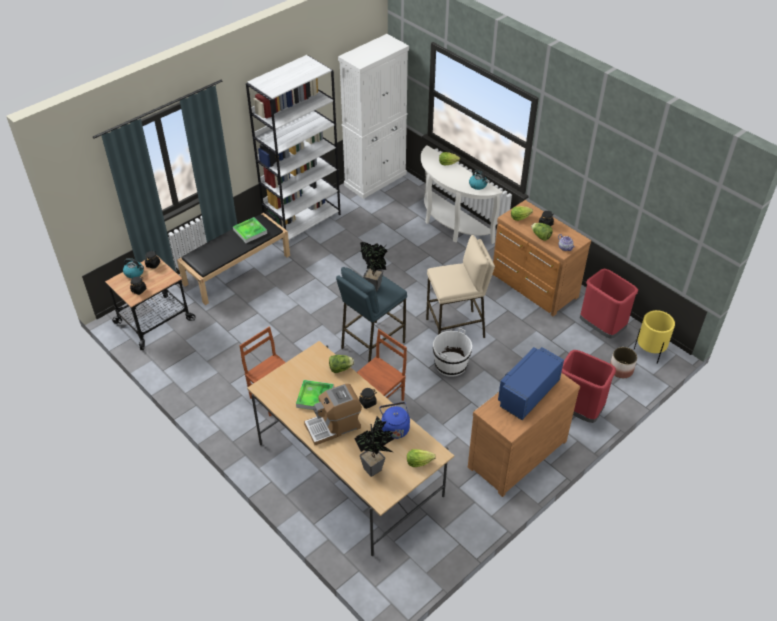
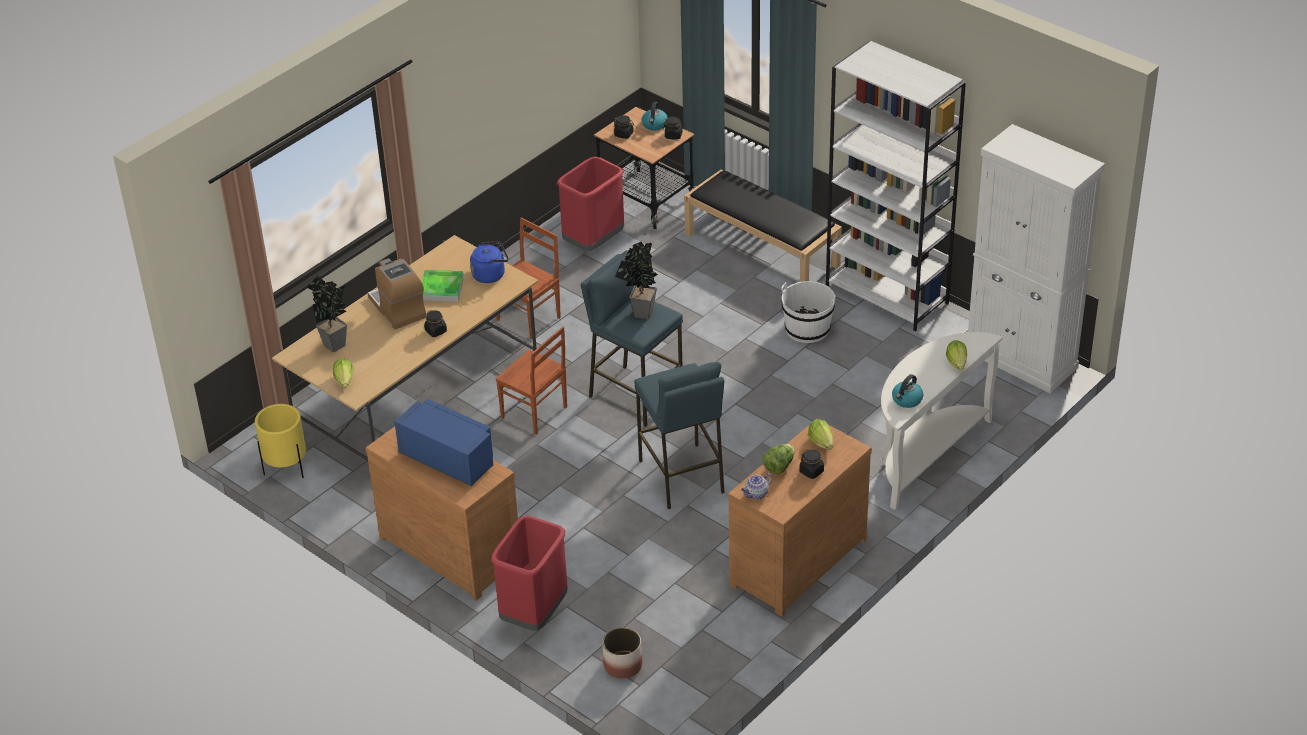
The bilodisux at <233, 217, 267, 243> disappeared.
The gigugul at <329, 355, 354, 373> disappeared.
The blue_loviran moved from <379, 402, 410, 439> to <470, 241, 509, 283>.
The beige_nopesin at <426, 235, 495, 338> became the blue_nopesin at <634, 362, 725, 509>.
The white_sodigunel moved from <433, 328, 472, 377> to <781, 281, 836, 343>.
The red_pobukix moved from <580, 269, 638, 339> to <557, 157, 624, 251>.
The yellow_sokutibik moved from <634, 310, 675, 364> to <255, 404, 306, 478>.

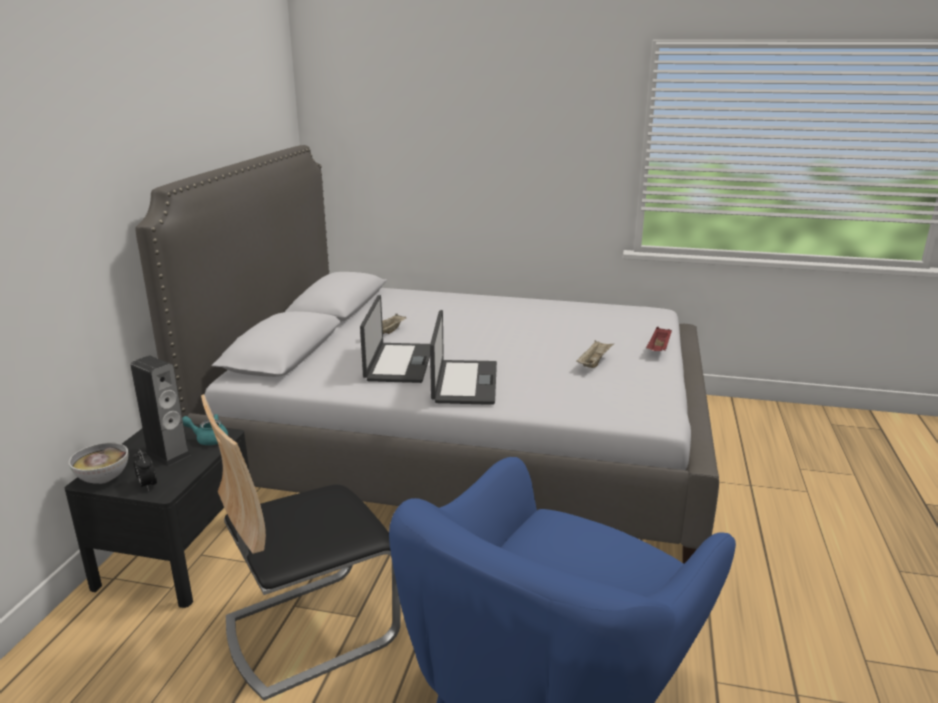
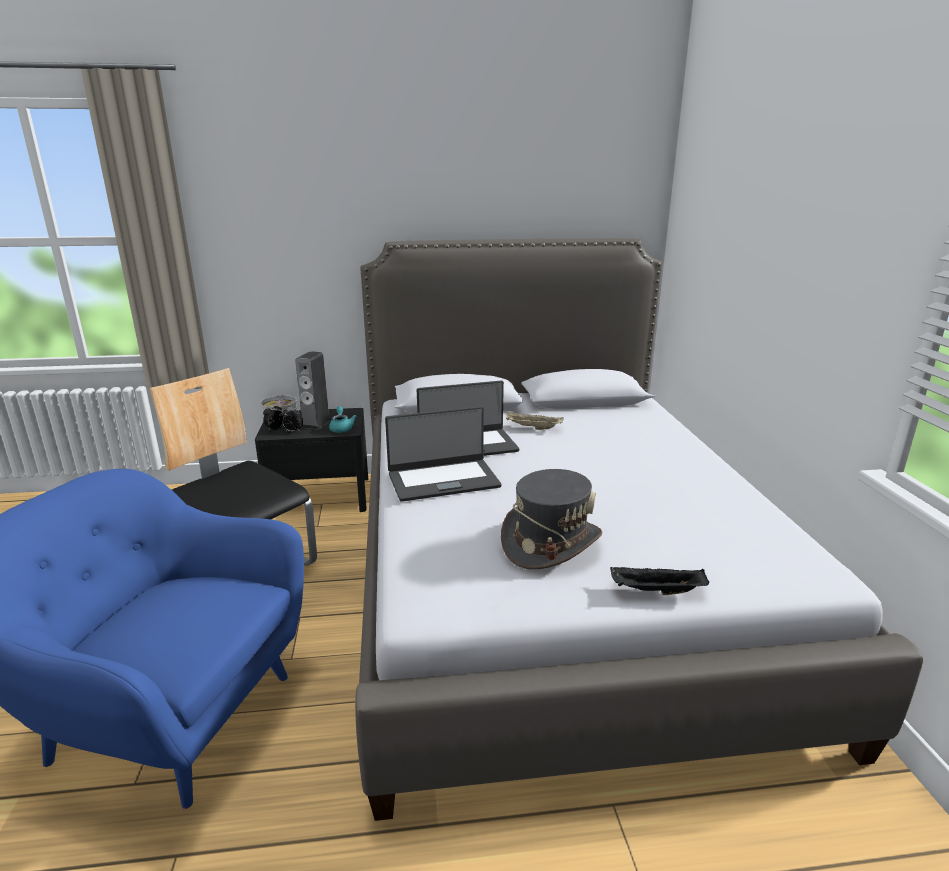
The beige_bilodisux at <577, 340, 614, 368> was replaced by the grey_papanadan at <501, 469, 603, 570>.
The red_bilodisux at <646, 327, 672, 351> became the black_bilodisux at <610, 566, 709, 595>.
The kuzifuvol at <280, 406, 303, 432> appeared.

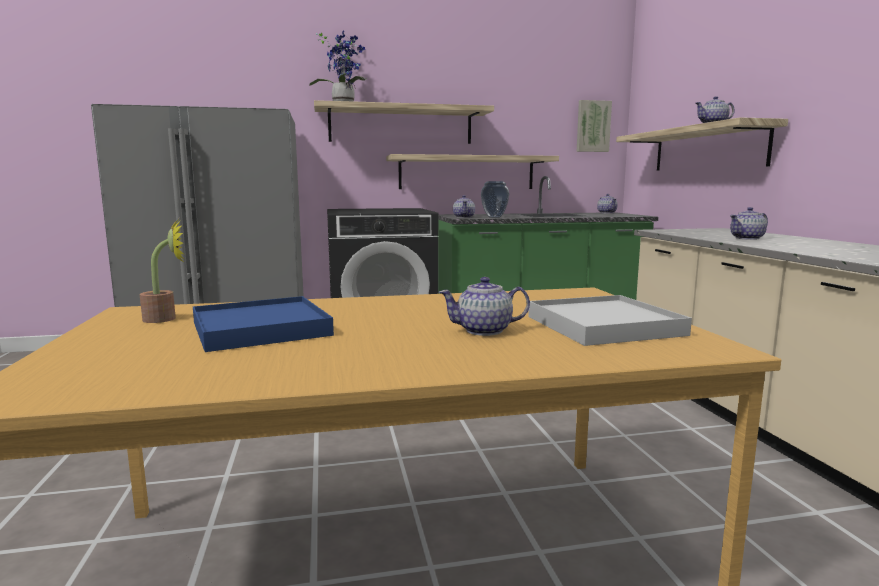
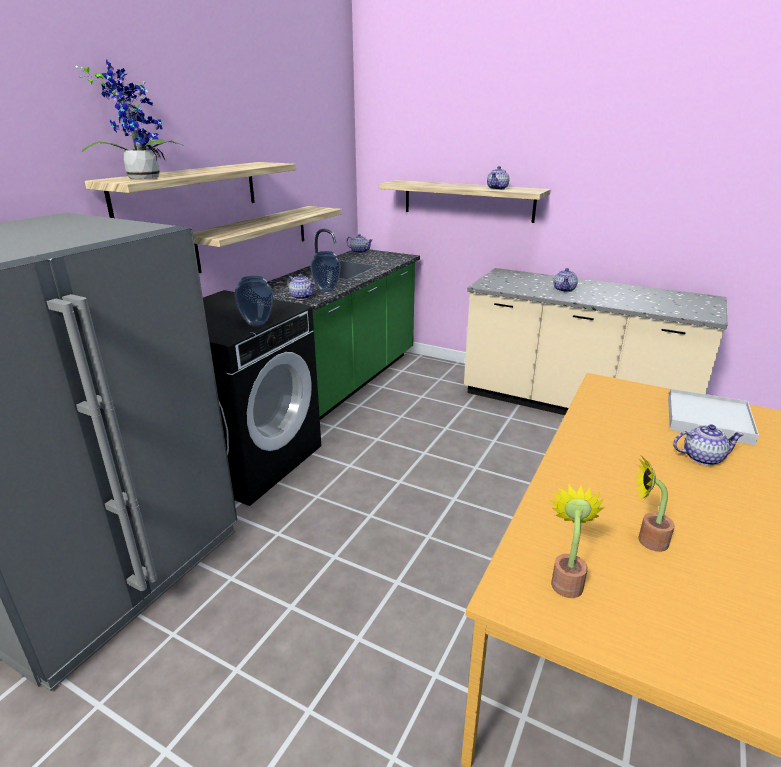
The blue_bilodisux at <193, 296, 334, 352> was replaced by the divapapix at <635, 457, 675, 552>.
The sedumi at <439, 277, 530, 336> turned 120 degrees counterclockwise.
The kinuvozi at <577, 100, 612, 152> disappeared.
The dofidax at <234, 276, 273, 326> appeared.

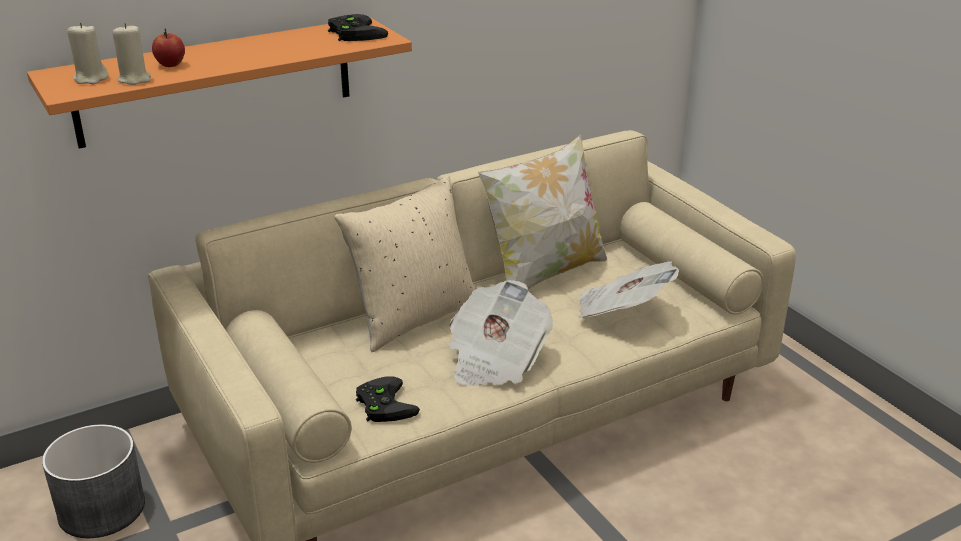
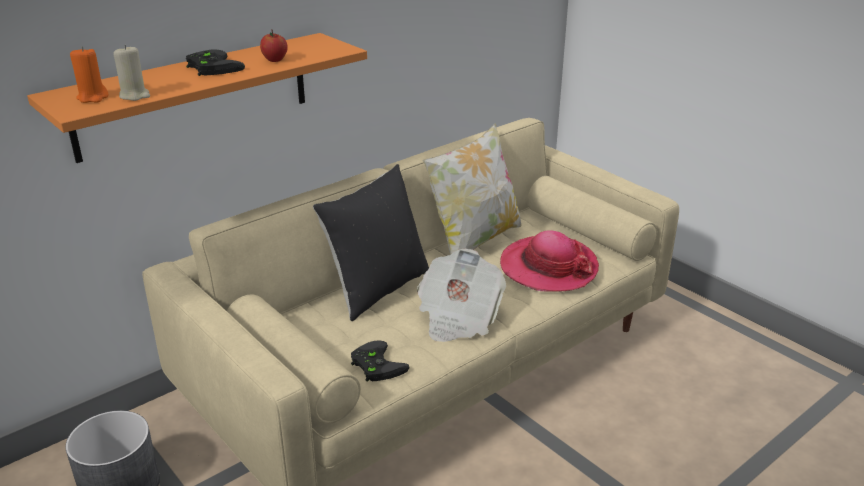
The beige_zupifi at <67, 23, 108, 84> became the orange_zupifi at <70, 46, 109, 103>.
The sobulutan moved from <152, 29, 185, 67> to <260, 29, 288, 62>.
The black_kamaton moved from <328, 14, 388, 41> to <186, 49, 245, 76>.
The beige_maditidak at <334, 175, 476, 352> became the black_maditidak at <313, 164, 429, 321>.
The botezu at <579, 261, 679, 318> was replaced by the papanadan at <500, 230, 599, 292>.

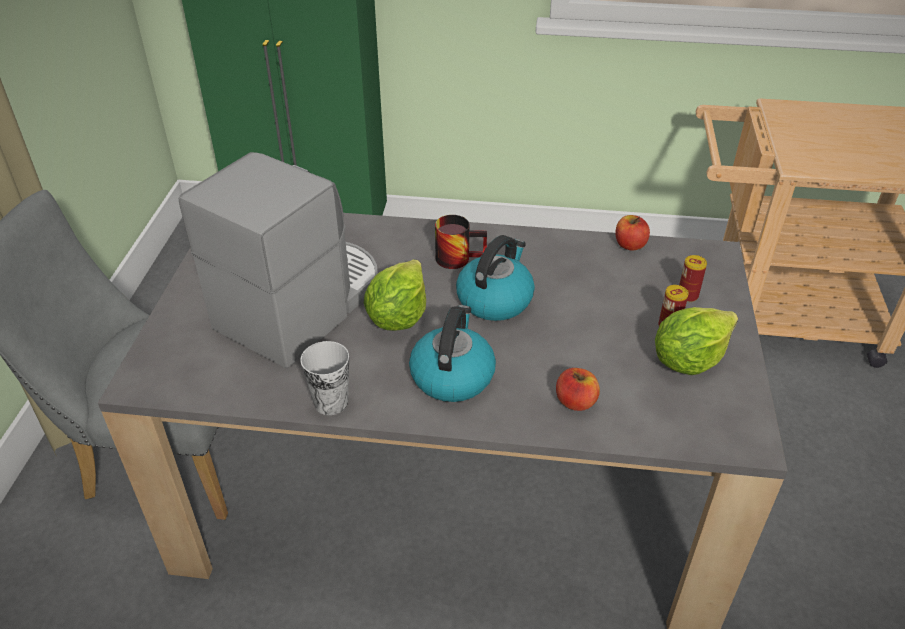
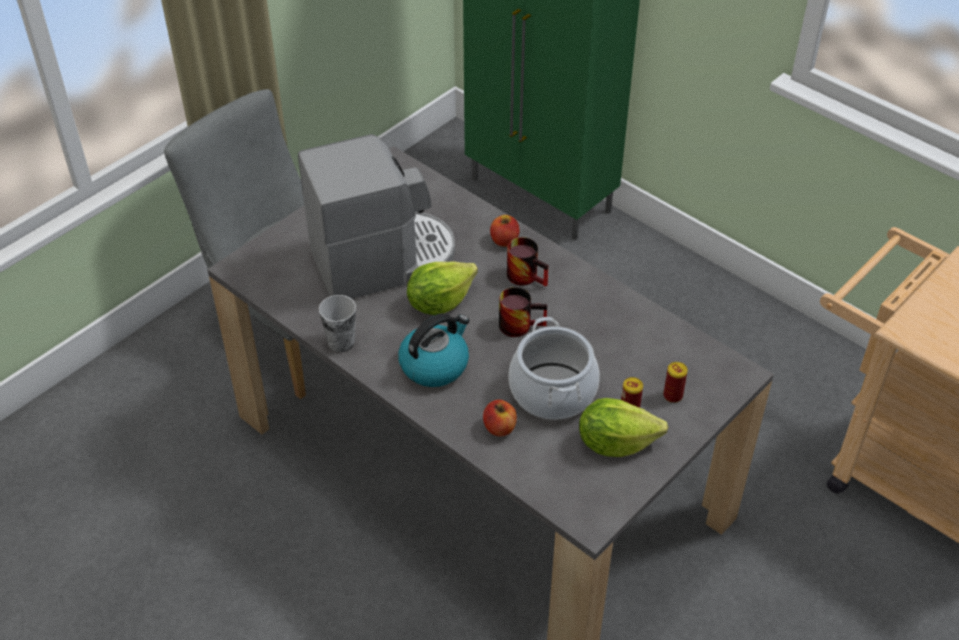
The loviran at <456, 235, 535, 321> was replaced by the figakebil at <499, 287, 547, 337>.
The sobulutan moved from <615, 215, 650, 251> to <490, 215, 519, 247>.
The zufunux at <508, 317, 600, 420> appeared.

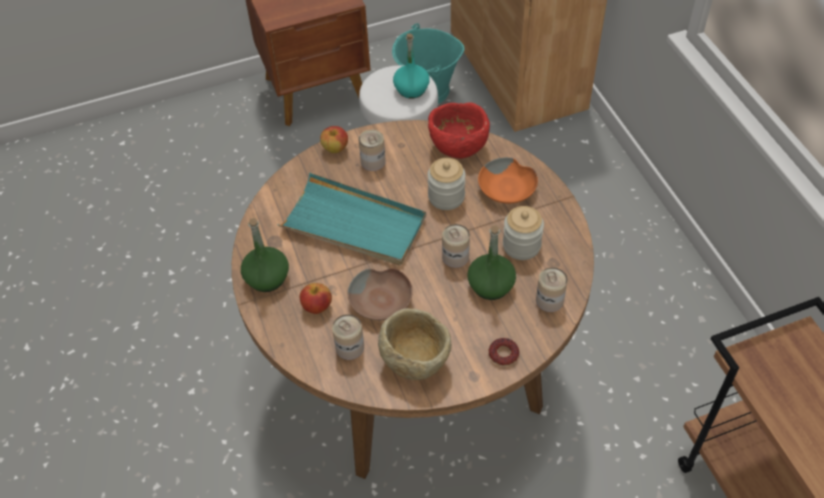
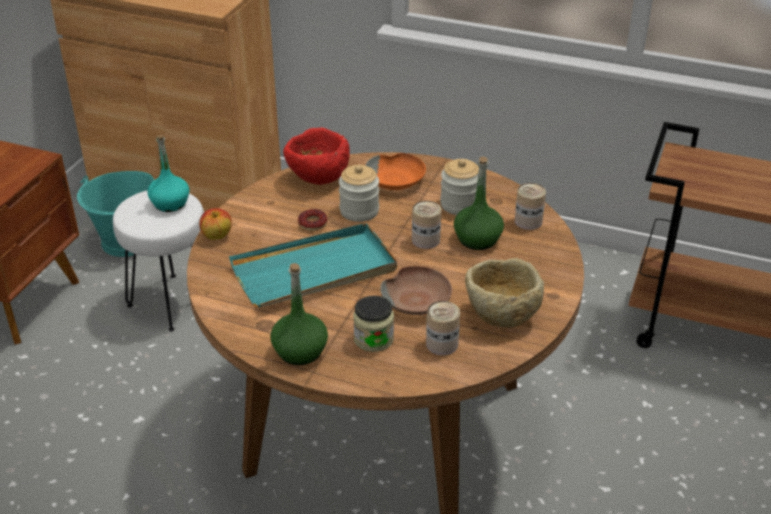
The sobulutan at <300, 283, 332, 314> was replaced by the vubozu at <353, 296, 394, 352>.
The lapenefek at <359, 130, 386, 171> disappeared.
The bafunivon moved from <488, 338, 519, 366> to <298, 209, 327, 231>.

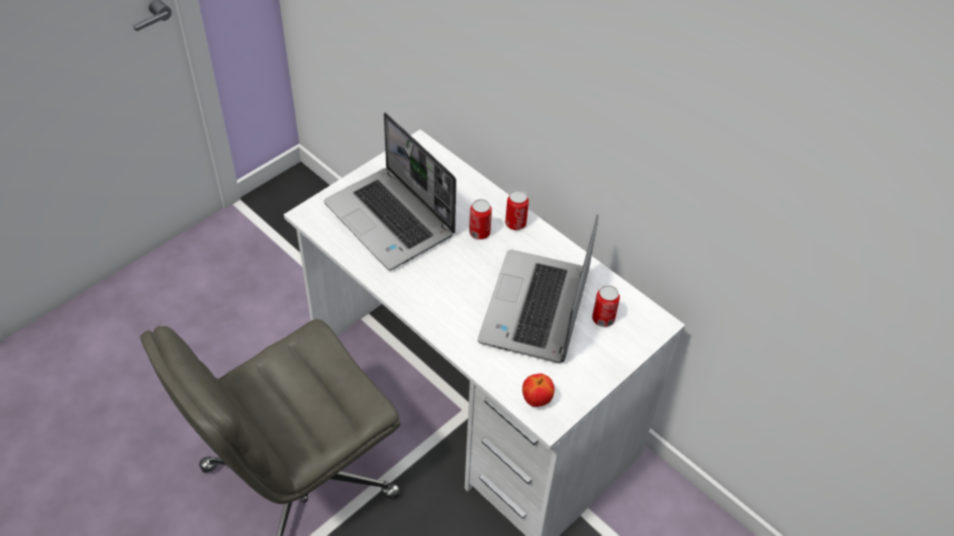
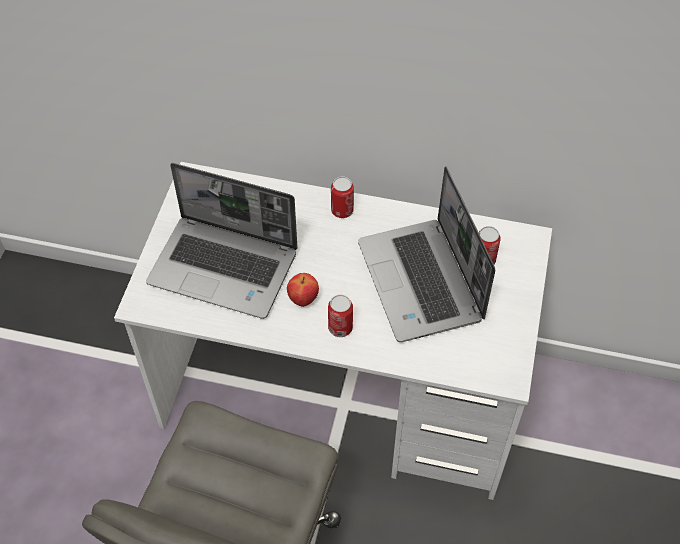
The lapenefek moved from <469, 199, 492, 240> to <328, 295, 353, 337>.
The sobulutan moved from <522, 374, 555, 407> to <287, 273, 319, 307>.

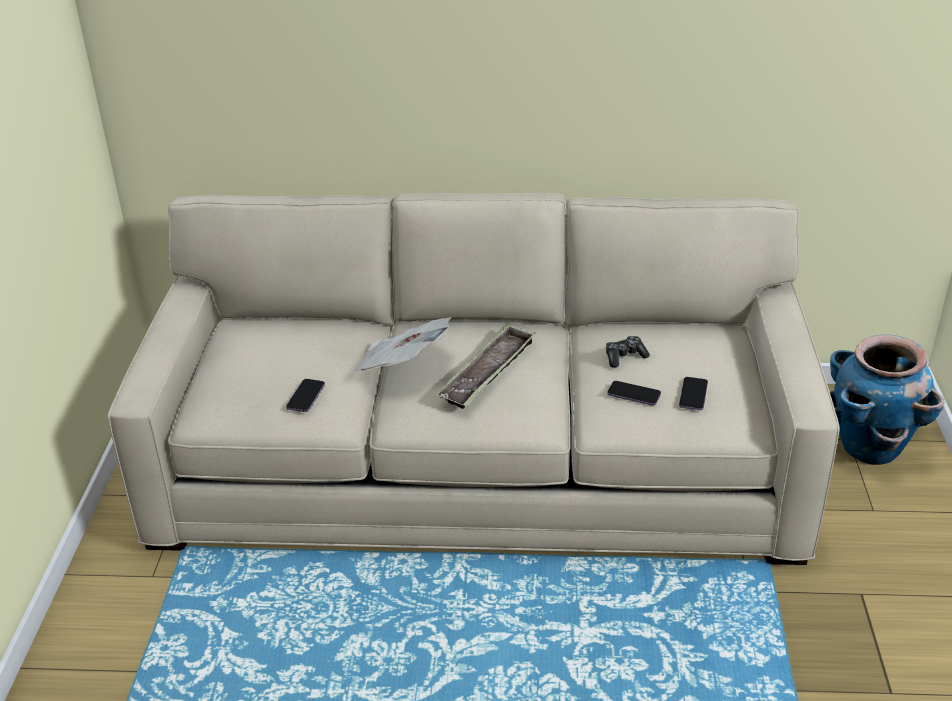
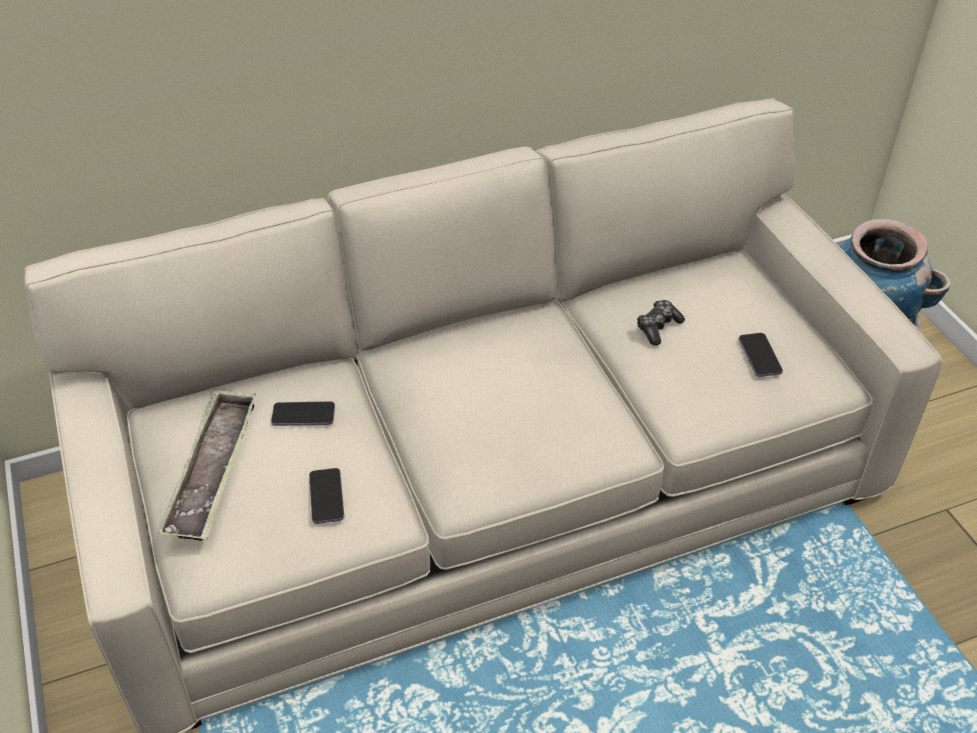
The botezu at <354, 317, 451, 371> disappeared.
The bilodisux moved from <436, 323, 535, 409> to <159, 389, 256, 541>.
The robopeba moved from <607, 381, 661, 406> to <271, 401, 335, 426>.

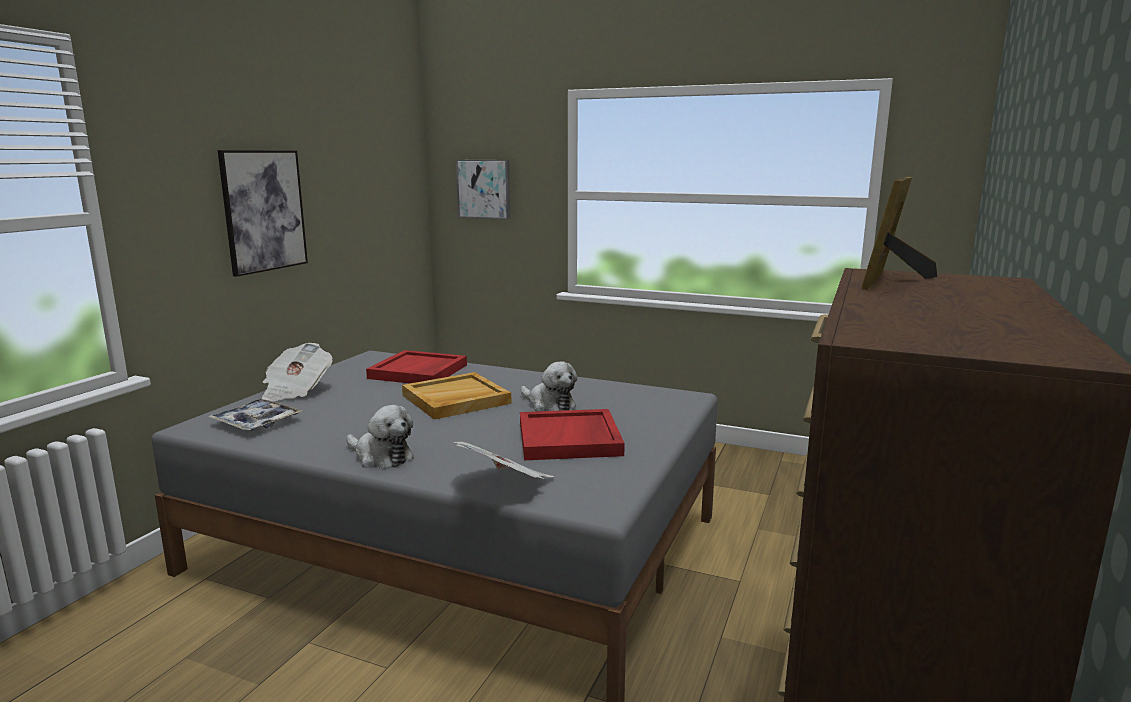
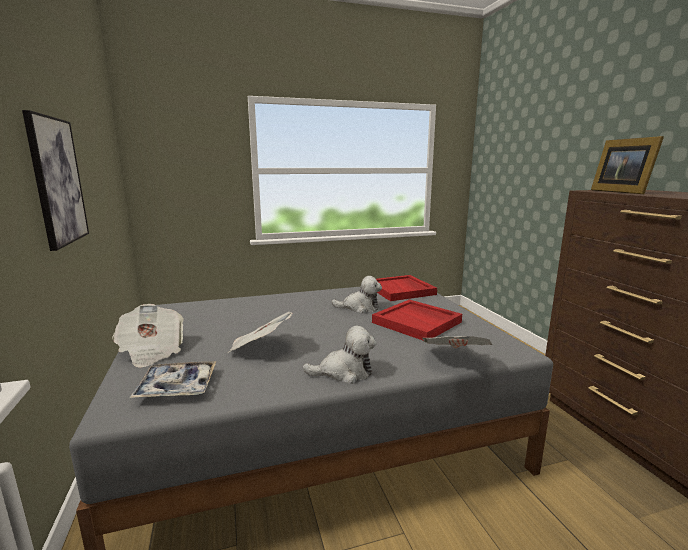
The red_bilodisux moved from <366, 350, 467, 383> to <376, 275, 437, 301>.
The beige_bilodisux at <402, 372, 512, 420> disappeared.
The kinuvozi at <456, 160, 510, 219> disappeared.
The botezu at <229, 312, 292, 352> appeared.

